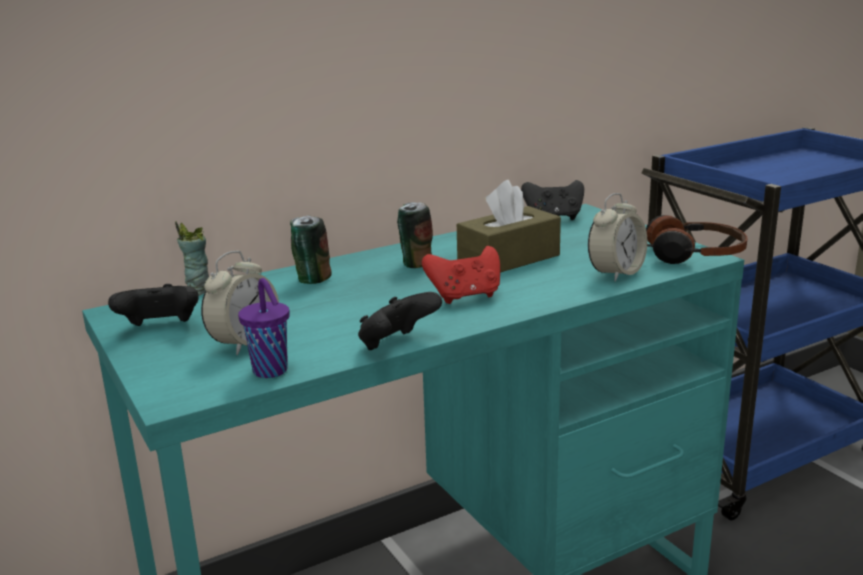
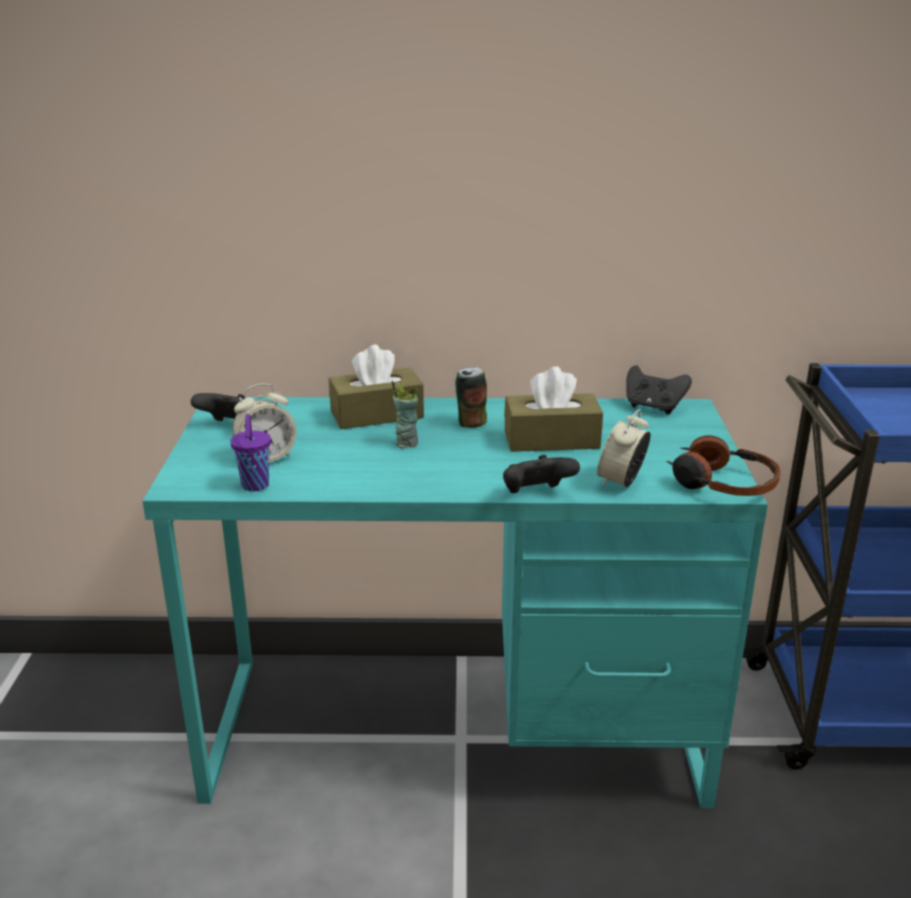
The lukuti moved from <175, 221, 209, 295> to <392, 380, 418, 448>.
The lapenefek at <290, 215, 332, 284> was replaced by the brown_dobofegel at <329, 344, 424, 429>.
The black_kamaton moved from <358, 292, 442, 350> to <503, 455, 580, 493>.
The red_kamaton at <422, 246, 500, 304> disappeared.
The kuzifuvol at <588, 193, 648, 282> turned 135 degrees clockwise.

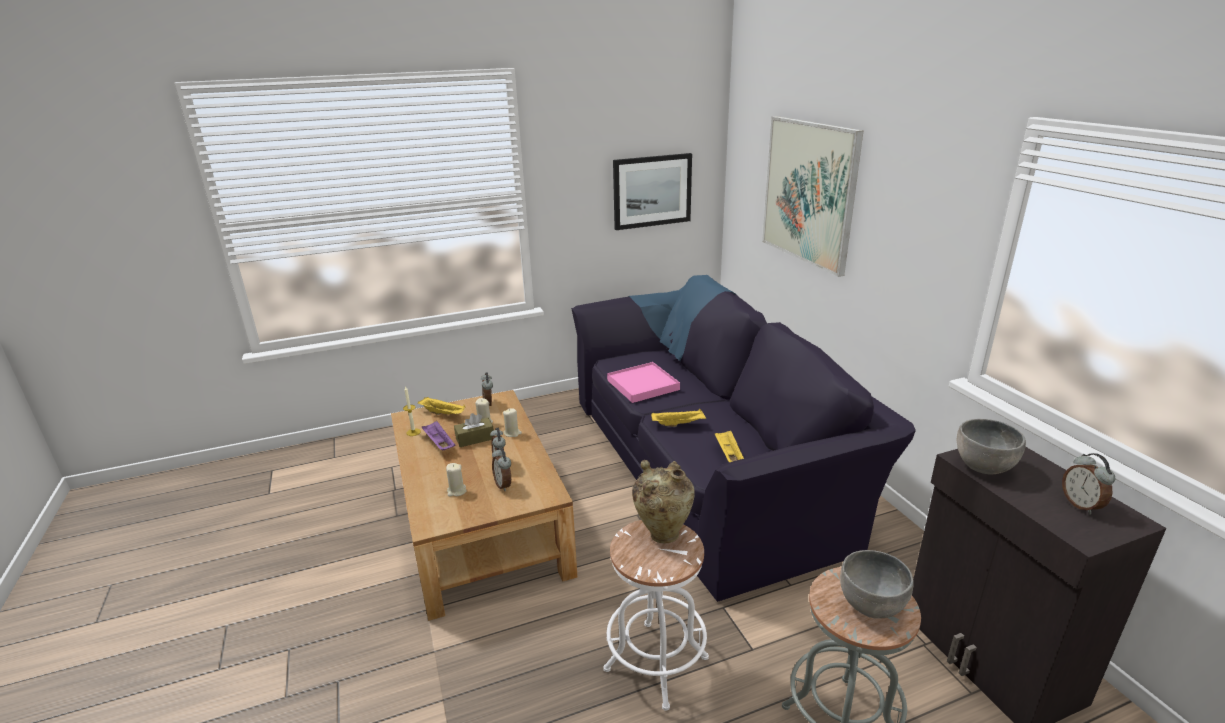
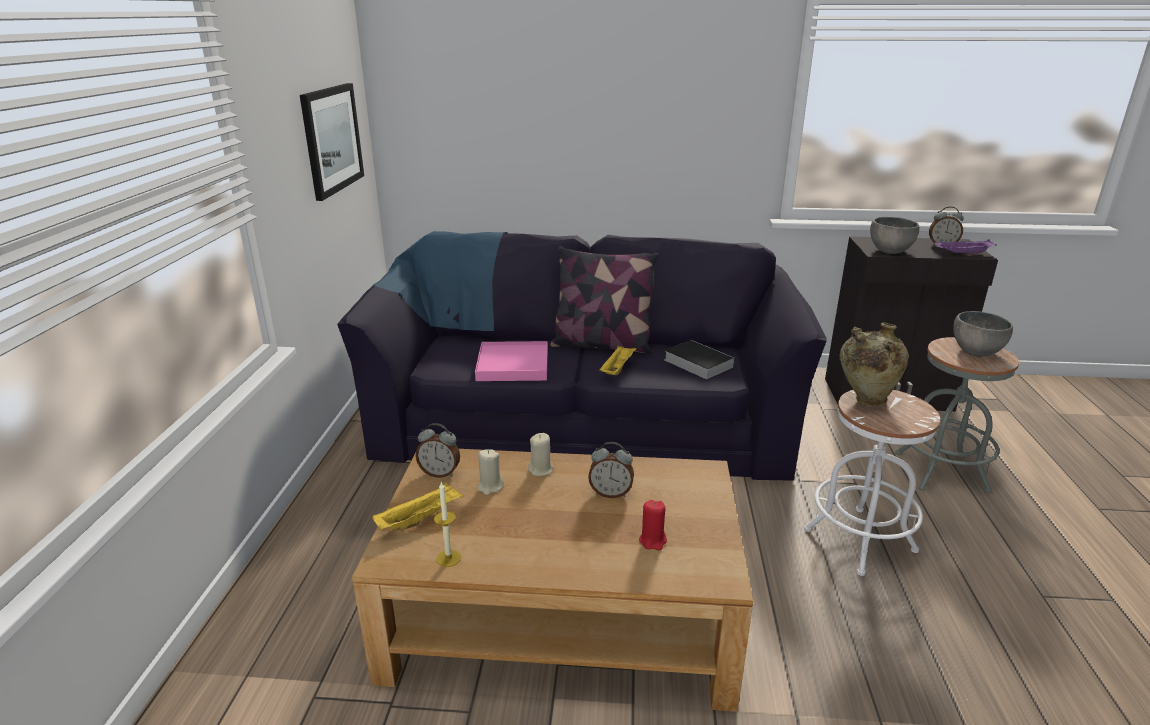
The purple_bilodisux moved from <421, 421, 456, 450> to <934, 240, 997, 256>.
The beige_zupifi at <446, 463, 467, 496> became the red_zupifi at <639, 500, 667, 550>.
The brown_dobofegel at <454, 413, 494, 447> disappeared.
The kuzifuvol at <492, 447, 511, 491> disappeared.
The yellow_bilodisux at <715, 431, 744, 462> was replaced by the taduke at <664, 340, 735, 379>.
The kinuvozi at <762, 116, 864, 277> disappeared.
The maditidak at <550, 246, 659, 354> appeared.

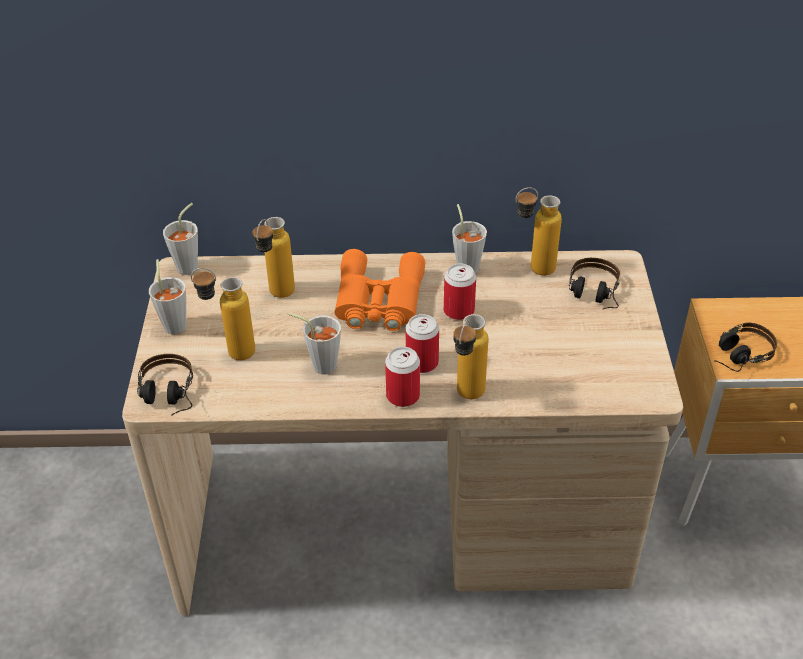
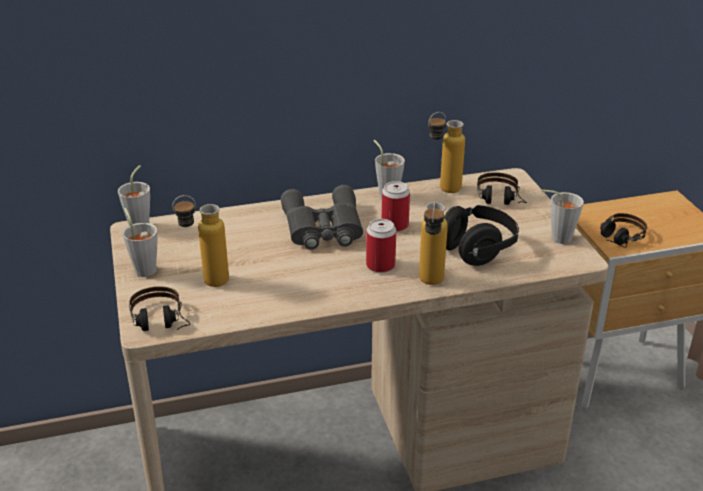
The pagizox at <252, 217, 295, 298> disappeared.
The grey_lukuti moved from <289, 313, 341, 375> to <542, 190, 584, 244>.
The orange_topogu at <335, 249, 425, 331> became the grey_topogu at <281, 185, 363, 250>.
The lapenefek at <385, 347, 420, 407> disappeared.
The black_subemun at <444, 205, 519, 266> appeared.

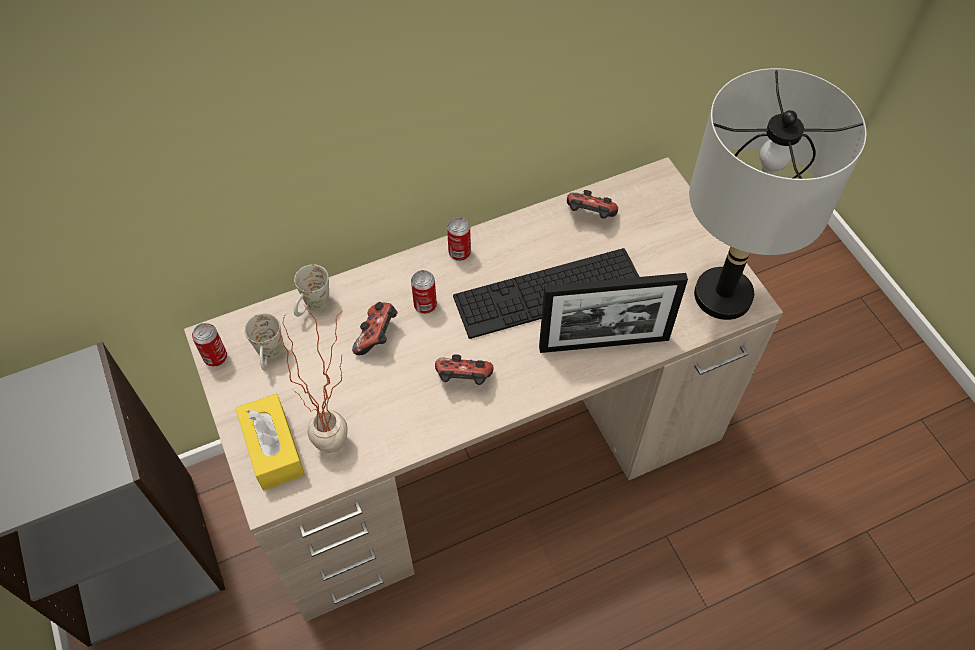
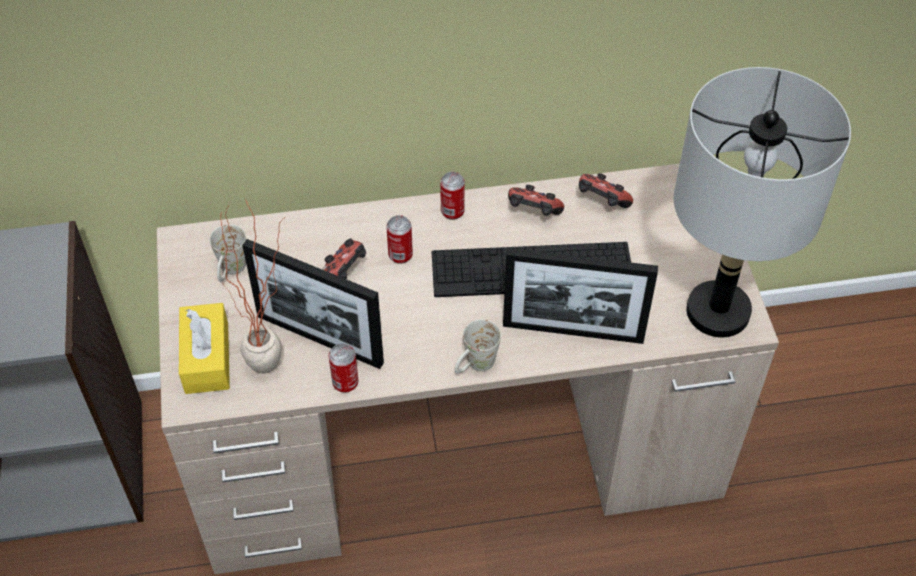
The lapenefek moved from <192, 323, 227, 366> to <328, 343, 359, 393>.
The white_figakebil moved from <294, 265, 329, 317> to <455, 319, 501, 374>.
The kamaton moved from <435, 354, 494, 385> to <508, 185, 564, 216>.
The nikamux at <242, 239, 384, 369> appeared.

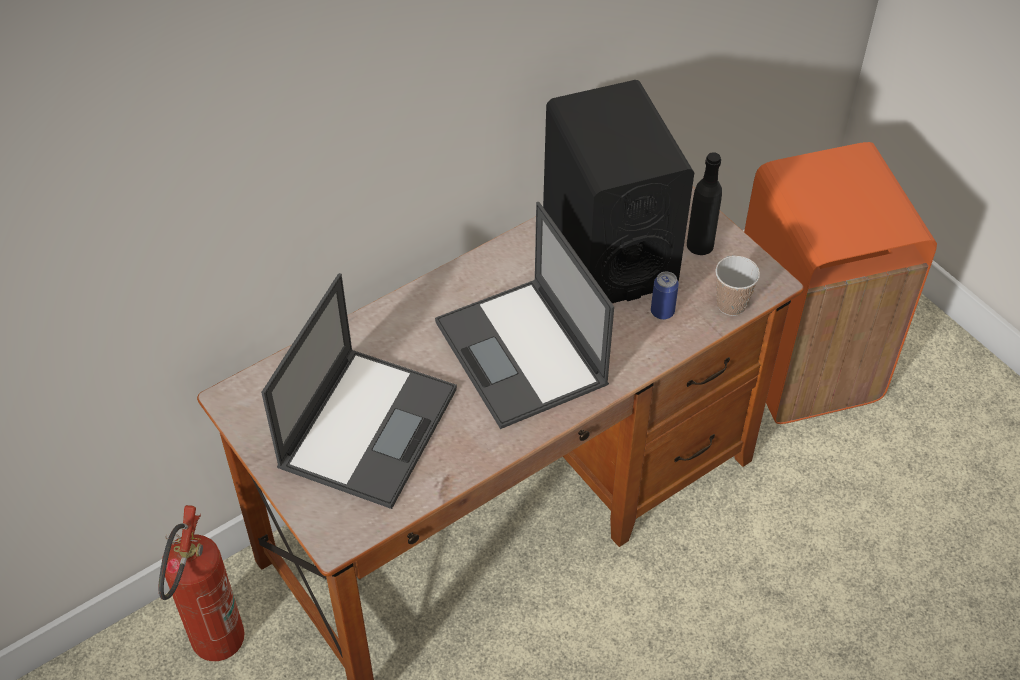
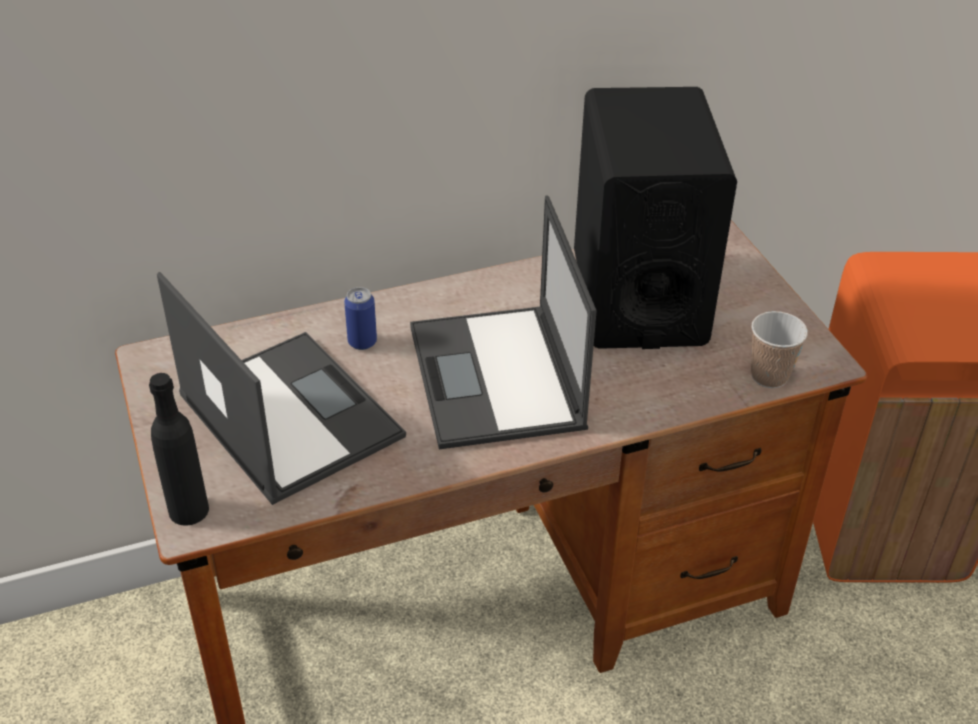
The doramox at <158, 505, 245, 661> disappeared.
The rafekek at <261, 273, 457, 509> turned 75 degrees counterclockwise.
The lapenefek moved from <651, 272, 679, 320> to <344, 287, 377, 350>.
The black_pagizox moved from <687, 152, 722, 255> to <149, 373, 209, 526>.

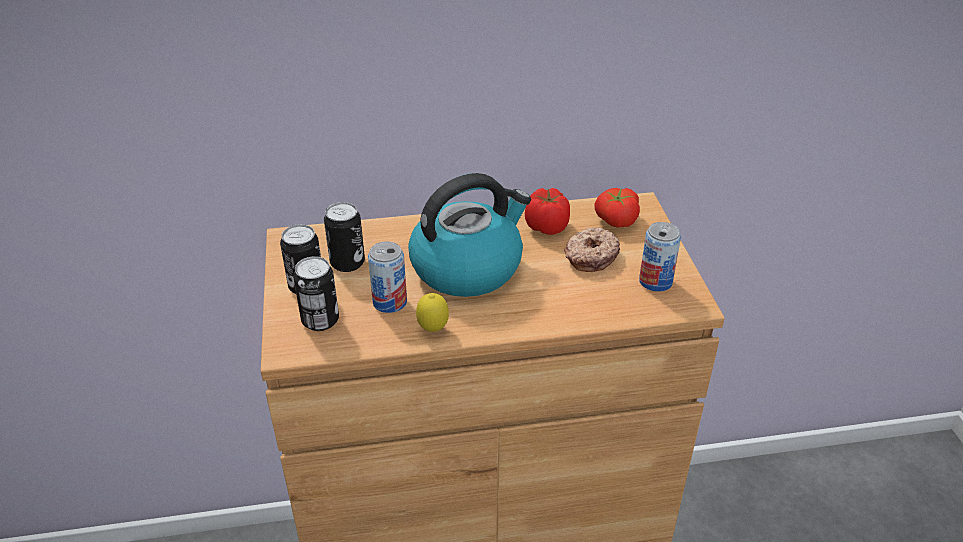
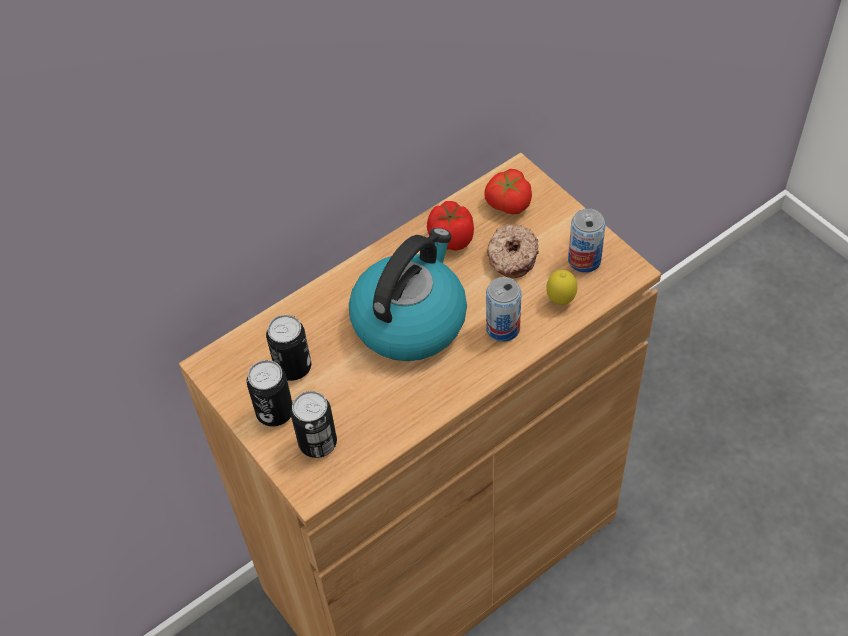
The lapenefek moved from <368, 242, 407, 313> to <486, 277, 521, 342>.
The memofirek moved from <416, 293, 449, 332> to <546, 270, 577, 305>.

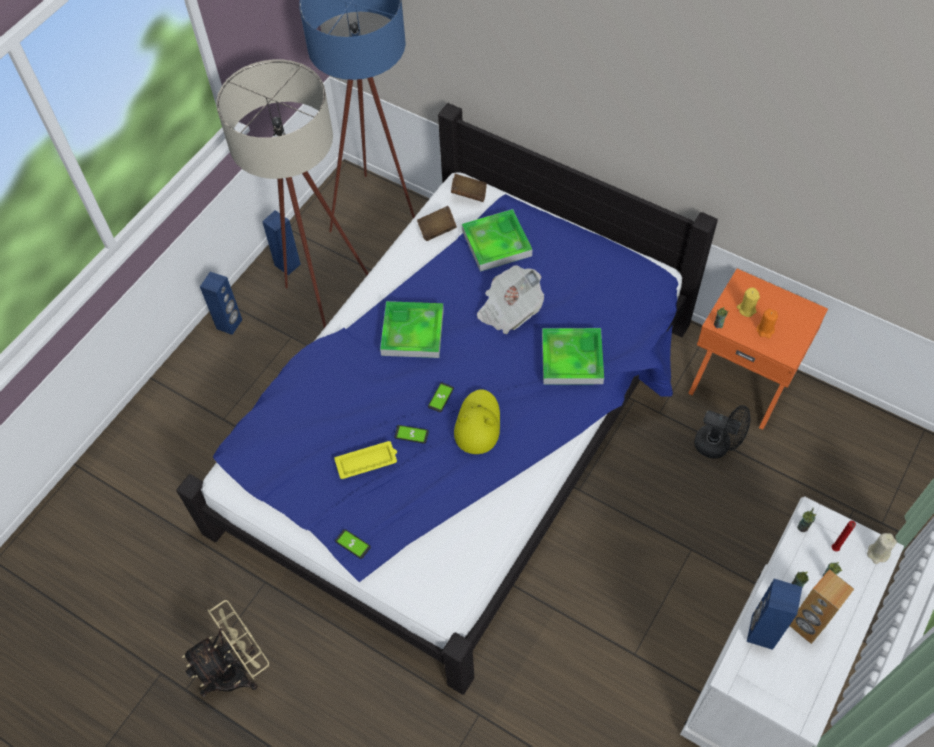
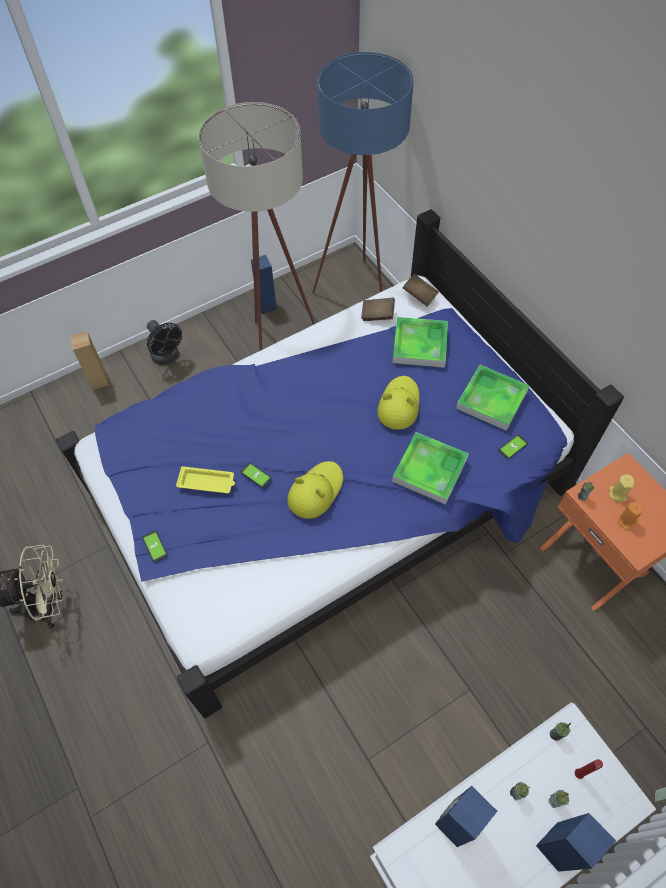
The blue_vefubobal moved from <200, 272, 242, 335> to <536, 813, 616, 872>.
The bilodisux moved from <380, 301, 444, 358> to <456, 365, 530, 431>.
The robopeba moved from <428, 382, 454, 412> to <498, 435, 528, 459>.
The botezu at <477, 265, 544, 334> was replaced by the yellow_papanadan at <377, 376, 419, 430>.
The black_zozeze moved from <694, 405, 751, 458> to <147, 320, 182, 365>.
The brown_vefubobal moved from <790, 569, 854, 644> to <70, 332, 109, 390>.
The beige_zupifi at <867, 533, 897, 564> disappeared.

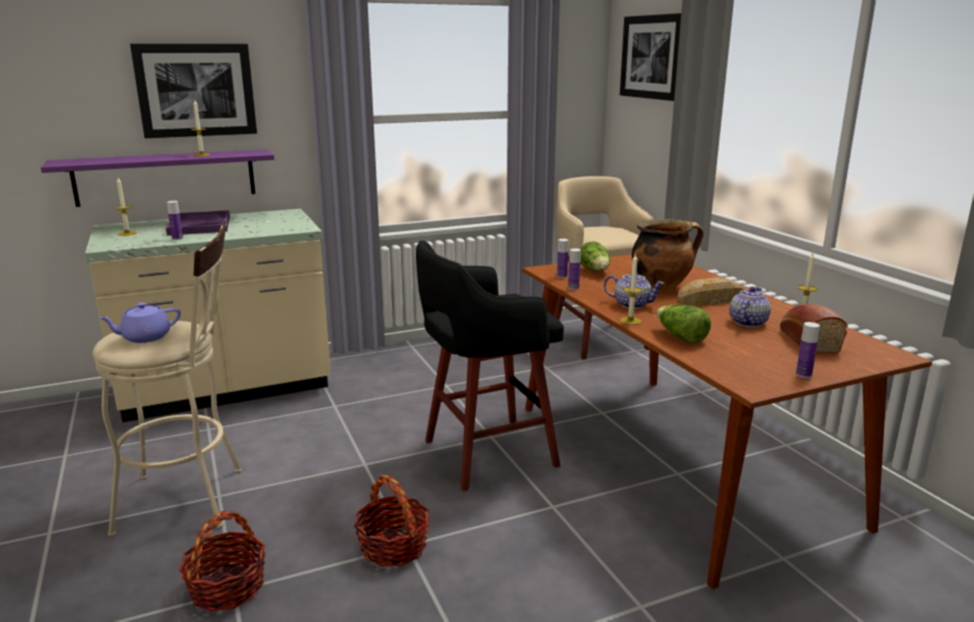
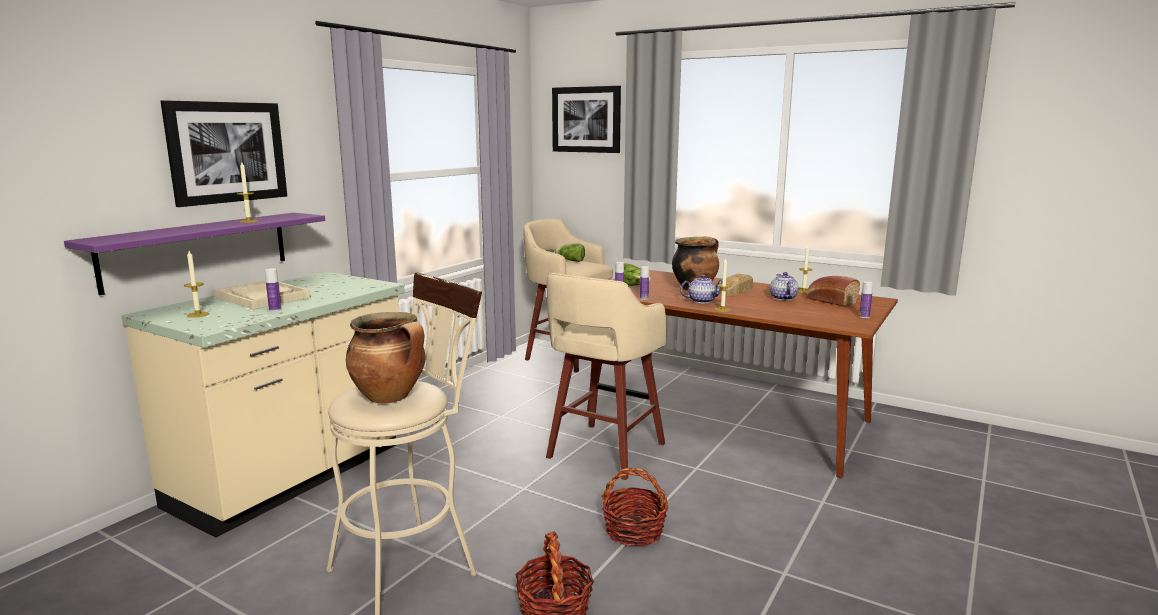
The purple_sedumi at <99, 302, 181, 343> was replaced by the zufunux at <346, 312, 425, 403>.
The purple_bilodisux at <166, 210, 230, 235> became the beige_bilodisux at <214, 281, 311, 309>.
The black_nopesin at <416, 240, 564, 491> became the beige_nopesin at <546, 273, 667, 480>.
The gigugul moved from <656, 305, 711, 344> to <555, 243, 585, 262>.

